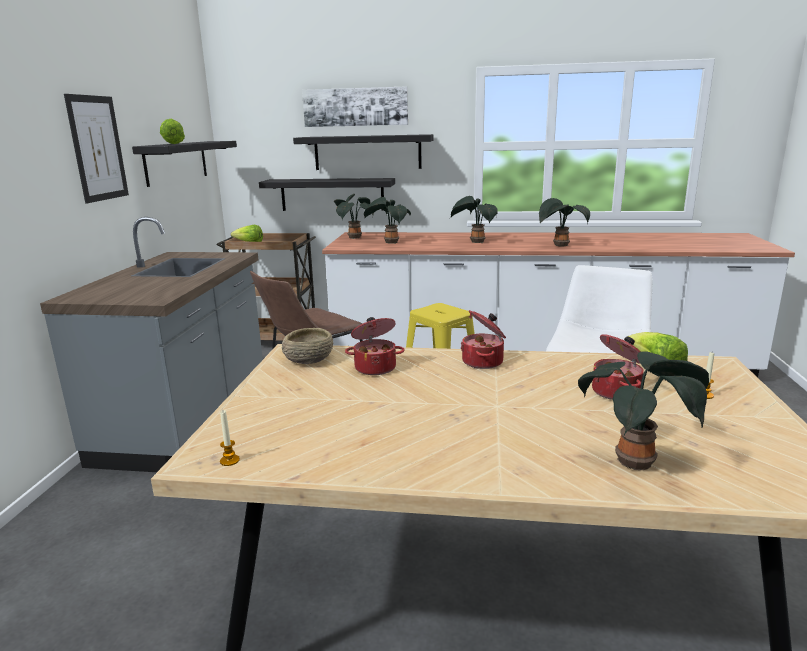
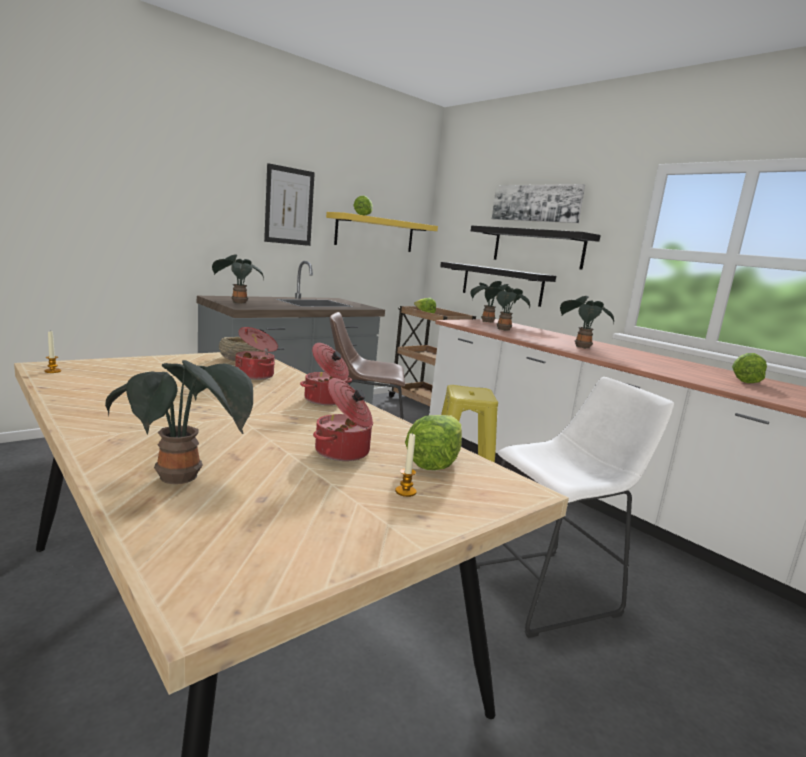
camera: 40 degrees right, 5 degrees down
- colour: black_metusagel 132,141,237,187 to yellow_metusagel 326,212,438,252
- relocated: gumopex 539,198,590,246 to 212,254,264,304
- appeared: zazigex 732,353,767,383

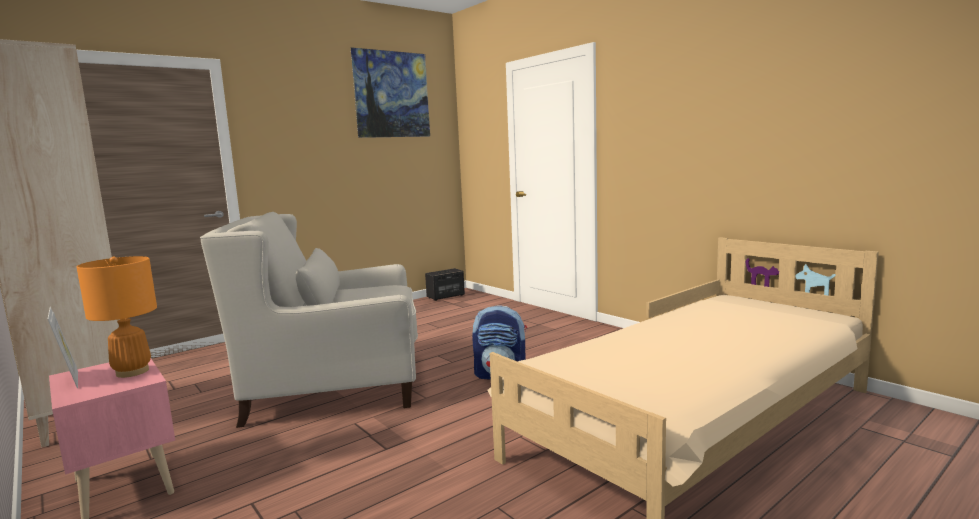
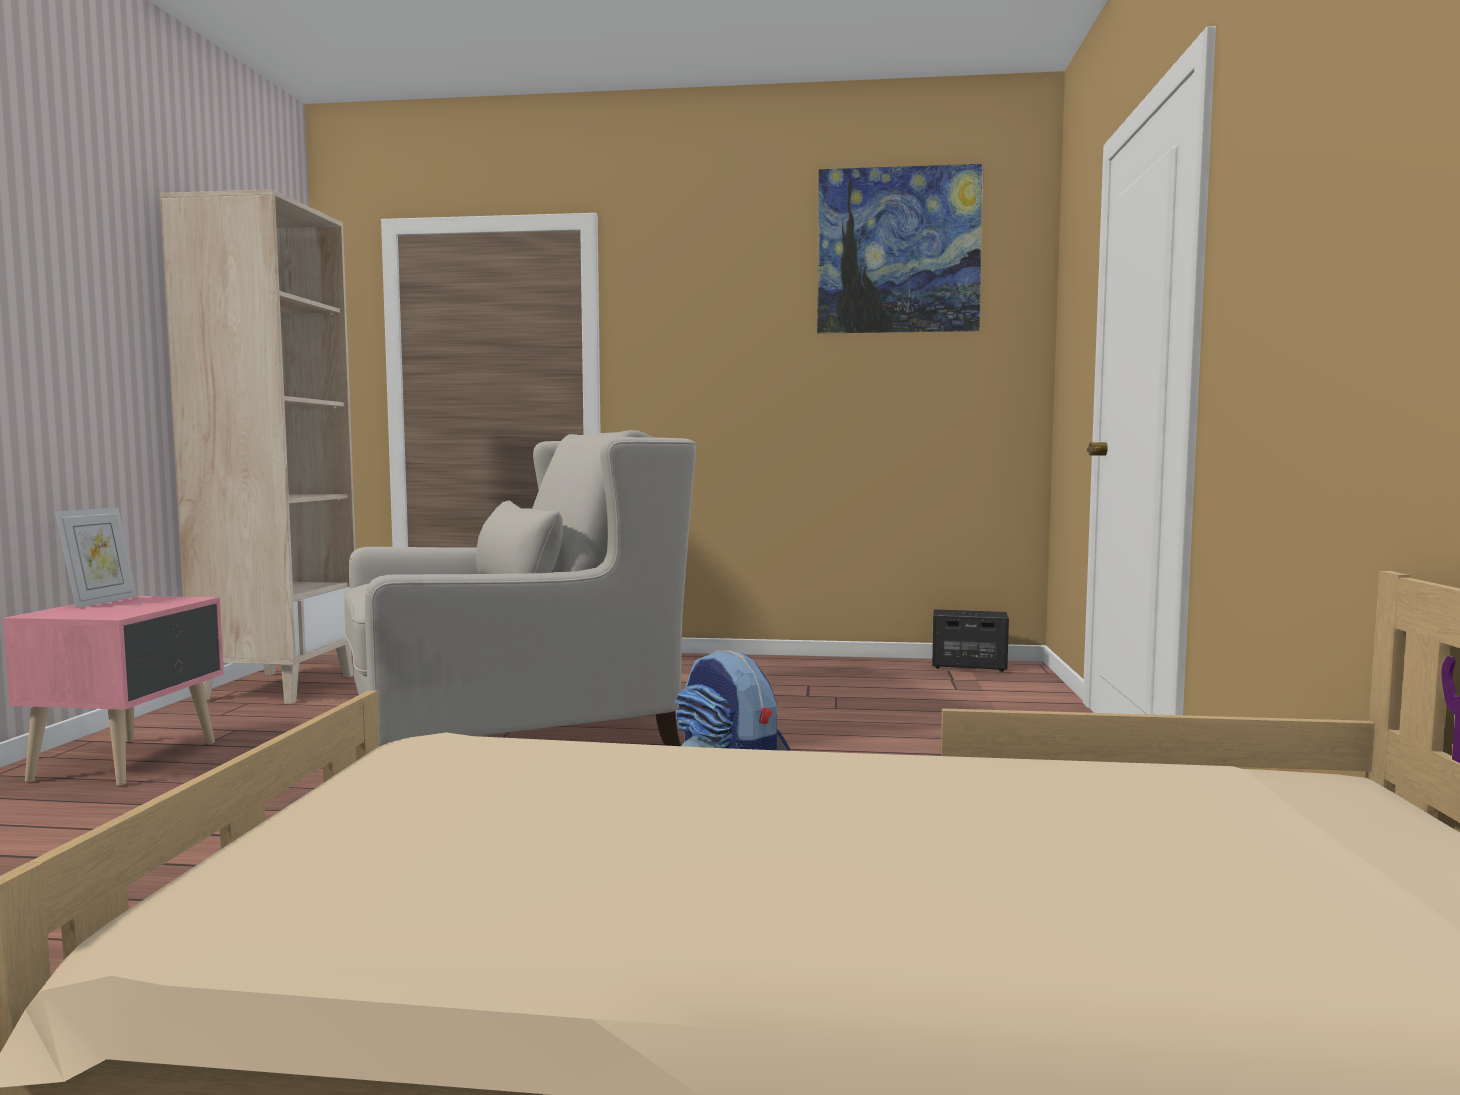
camera: 45 degrees right, 5 degrees down
- missing: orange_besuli 77,256,157,378
- spun: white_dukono 200,212,418,428 = 343,430,696,746 120 degrees clockwise

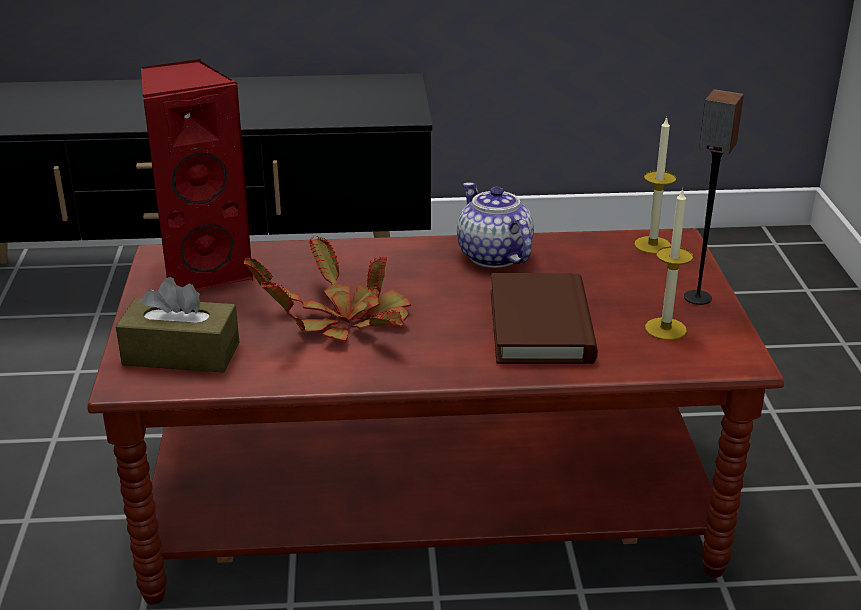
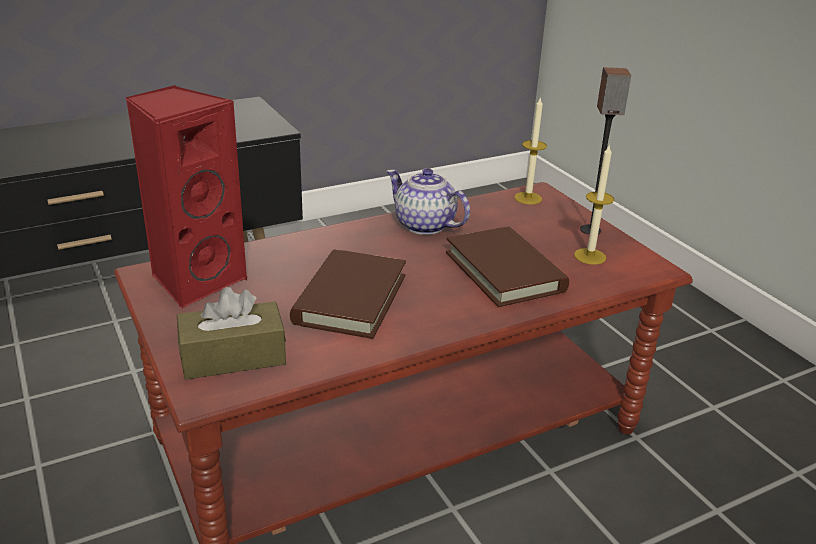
camera: 25 degrees left, 0 degrees up
- exchanged: gumopex 244,235,411,342 to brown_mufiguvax 290,250,406,339

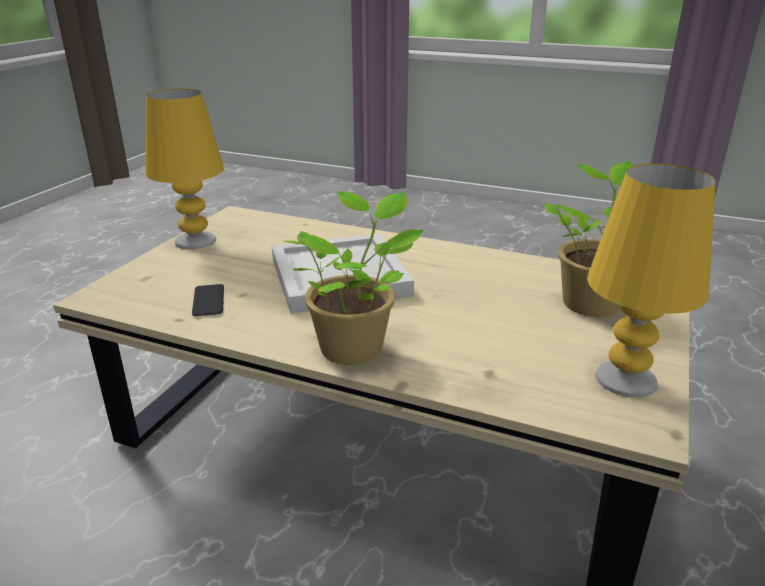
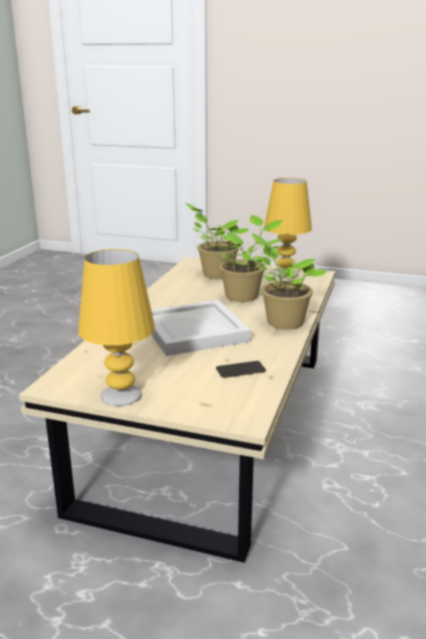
camera: 95 degrees left, 5 degrees down
- appeared: gumopex 217,215,282,302

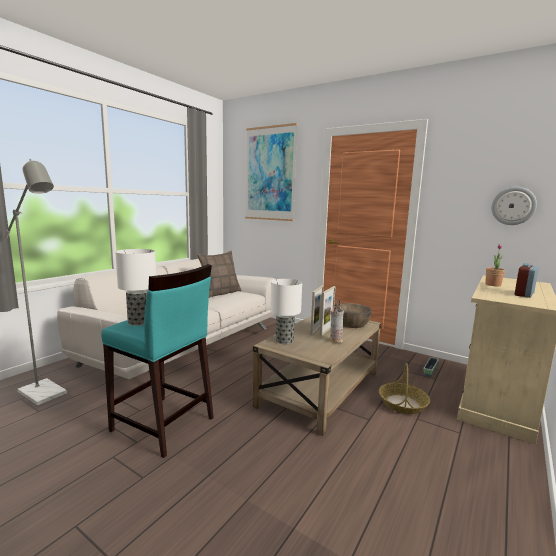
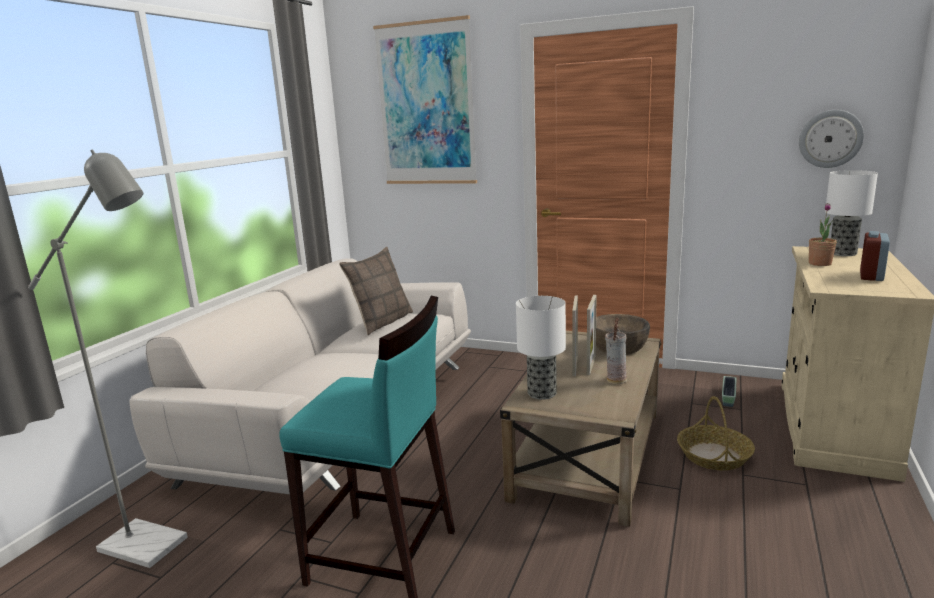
camera: 10 degrees left, 5 degrees up
- relocated: besuli 115,249,156,326 to 825,170,878,256

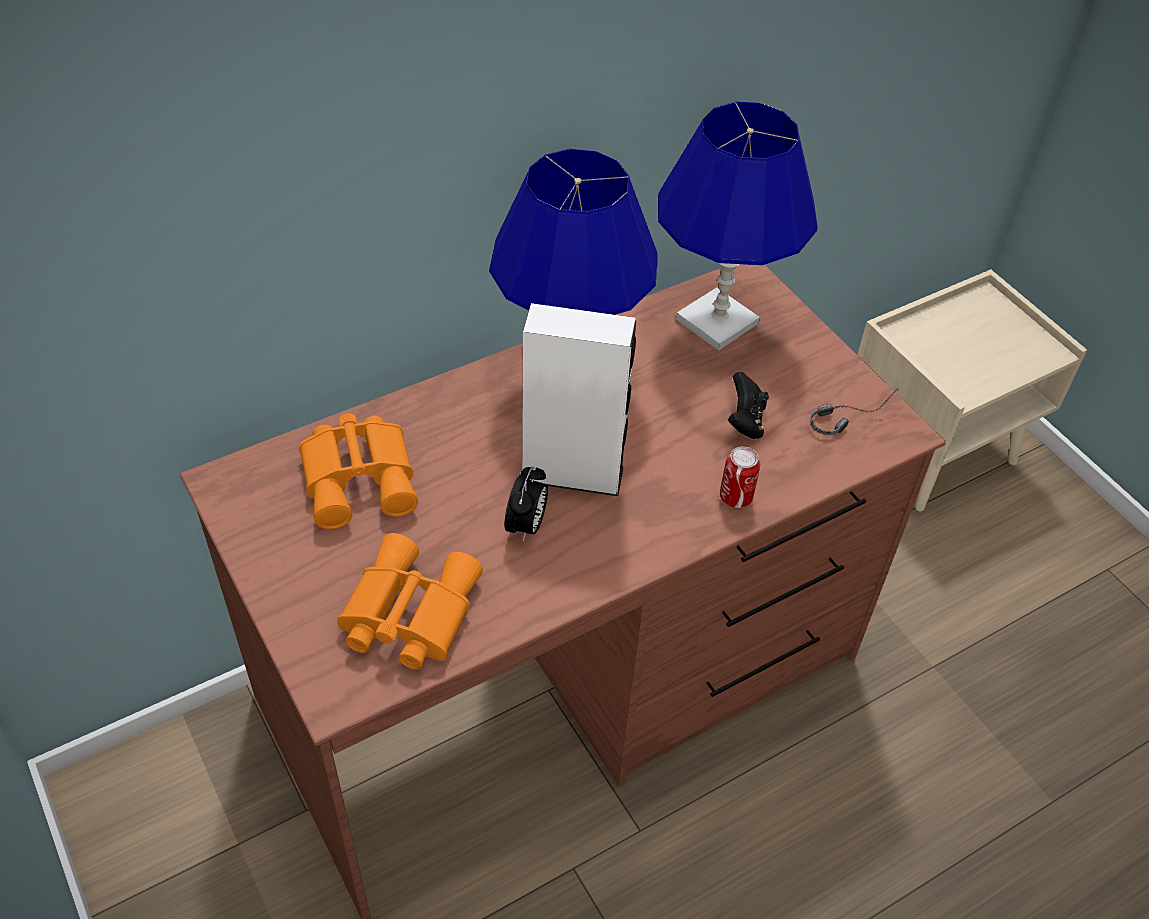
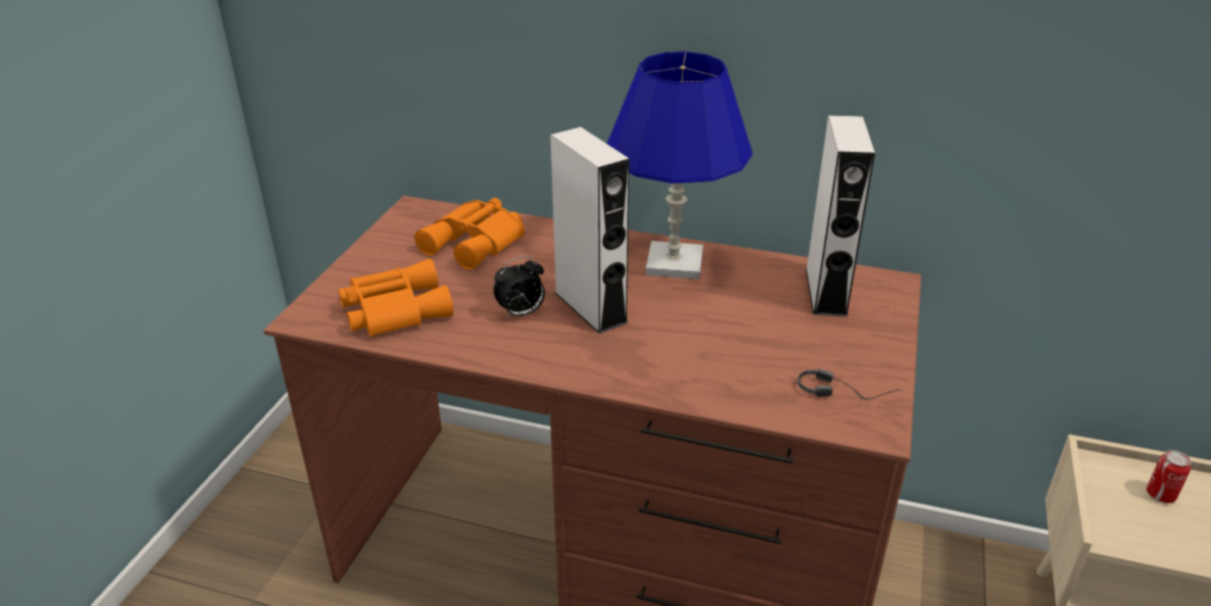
camera: 50 degrees right, 15 degrees down
- exchanged: blue_besuli 658,101,817,351 to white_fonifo 806,115,875,317
- relocated: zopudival 720,446,760,508 to 1146,450,1191,503
- missing: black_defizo 728,372,769,439

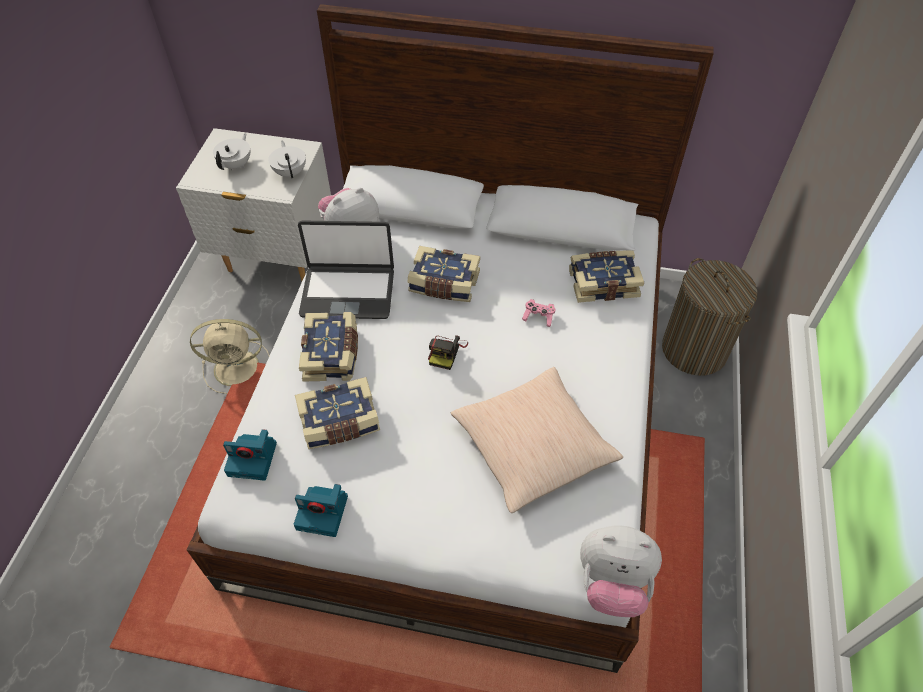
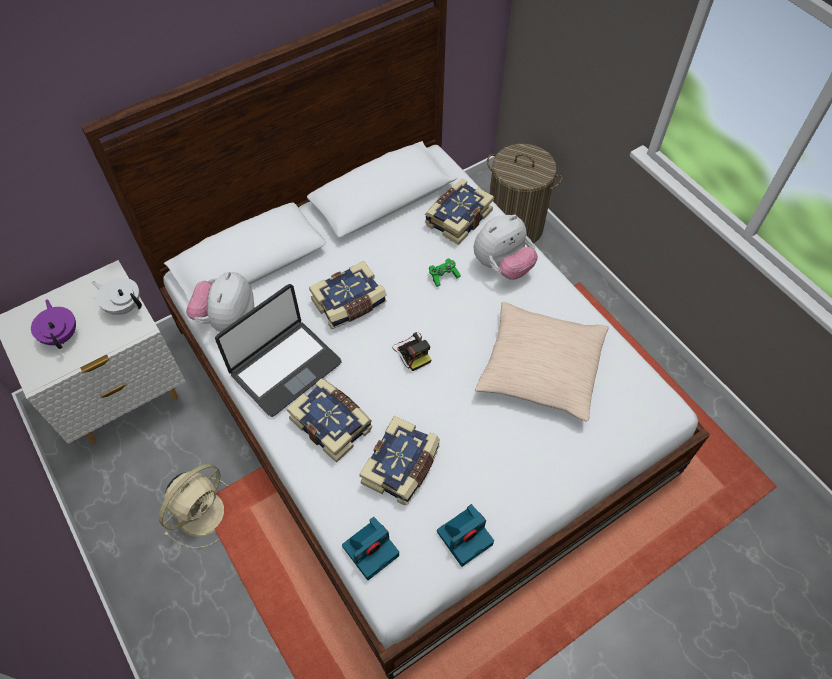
camera: 45 degrees left, 5 degrees up
- colour: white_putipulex 213,133,250,171 to purple_putipulex 31,299,76,349
- colour: pink_defizo 522,299,556,327 to green_defizo 429,259,461,287
- relocated: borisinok 580,525,662,617 to 474,214,538,280

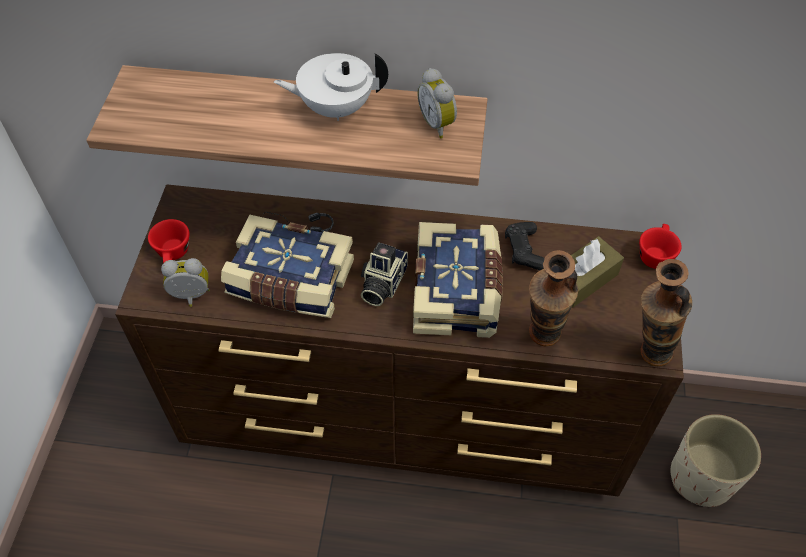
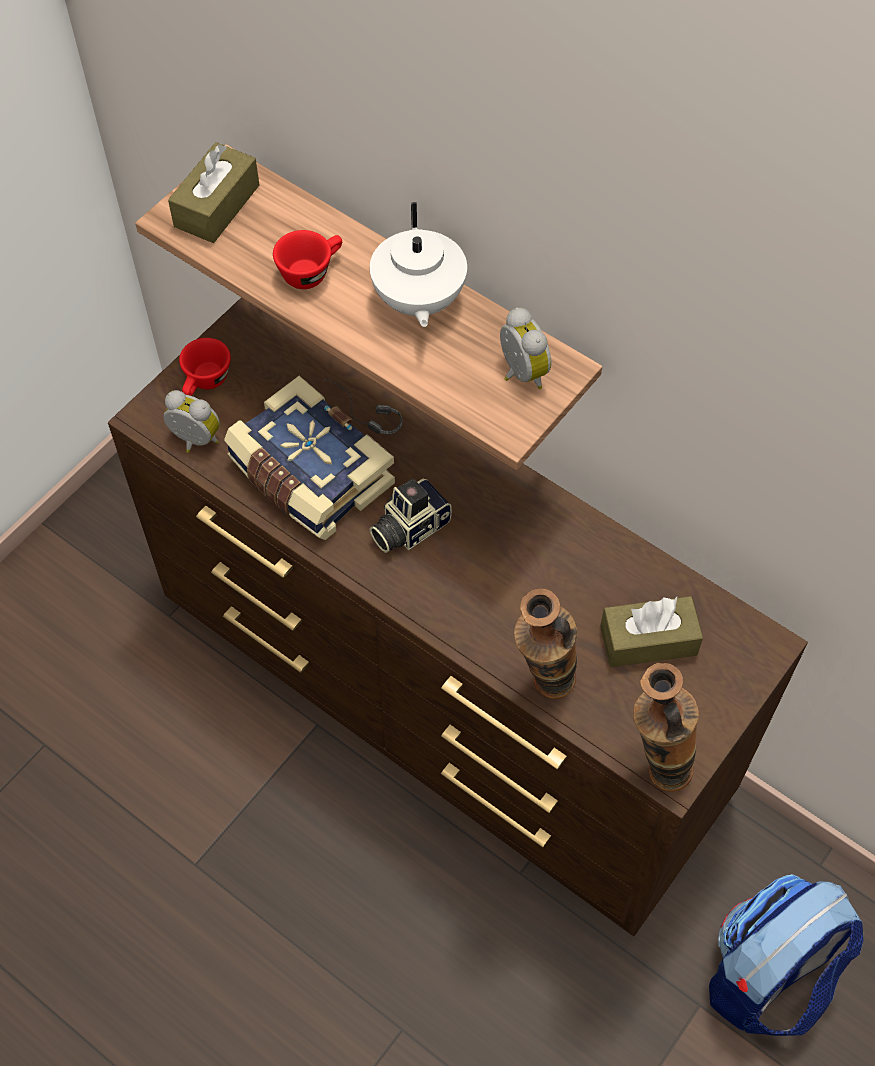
camera: 30 degrees right, 5 degrees up
- spun: white_putipulex 274,53,388,121 = 370,202,467,327 120 degrees counterclockwise
- missing: mufiguvax 413,222,503,338
- spun: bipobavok 417,68,457,139 = 500,308,551,389 150 degrees clockwise
- missing: black_defizo 505,222,545,270
- relocated: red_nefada 639,224,682,269 to 273,230,342,289
- exchanged: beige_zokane 670,414,761,507 to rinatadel 709,874,864,1036
- appeared: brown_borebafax 168,142,259,243

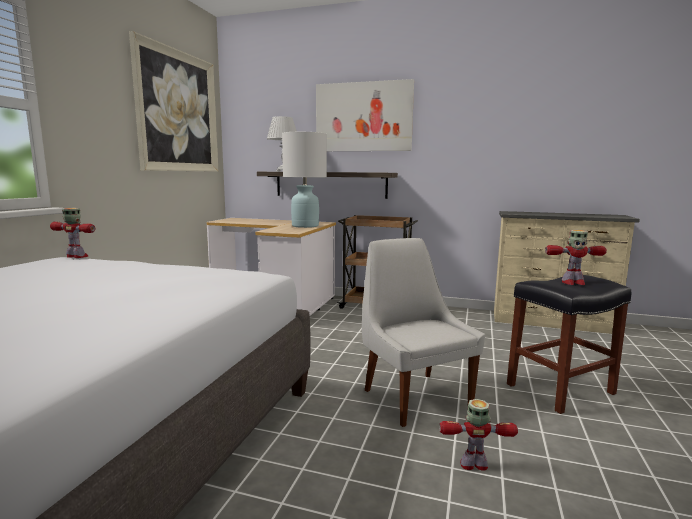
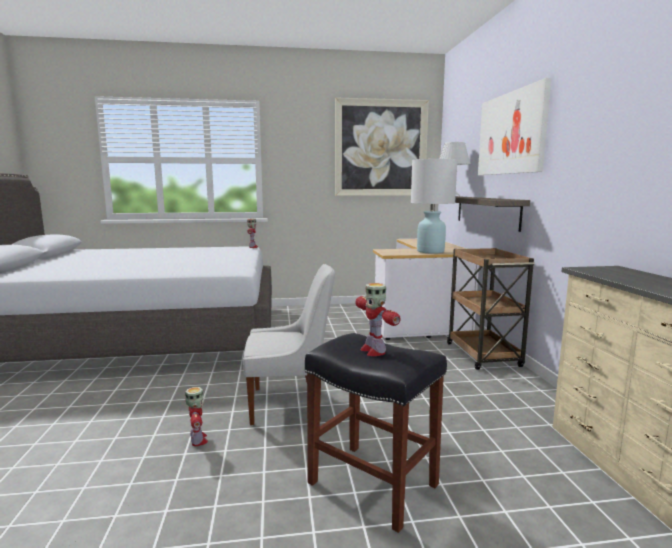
camera: 65 degrees right, 0 degrees up
- spun: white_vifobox 362,238,485,427 = 243,264,335,425 45 degrees clockwise

